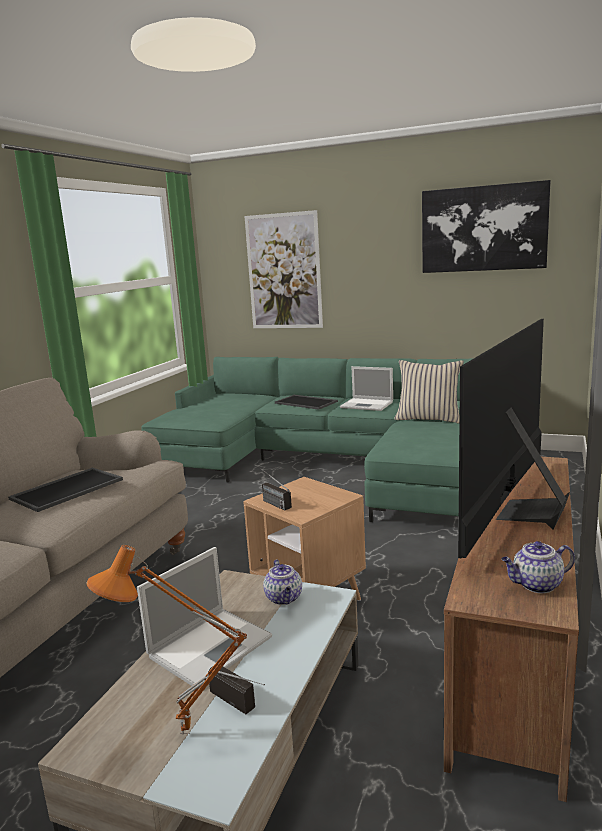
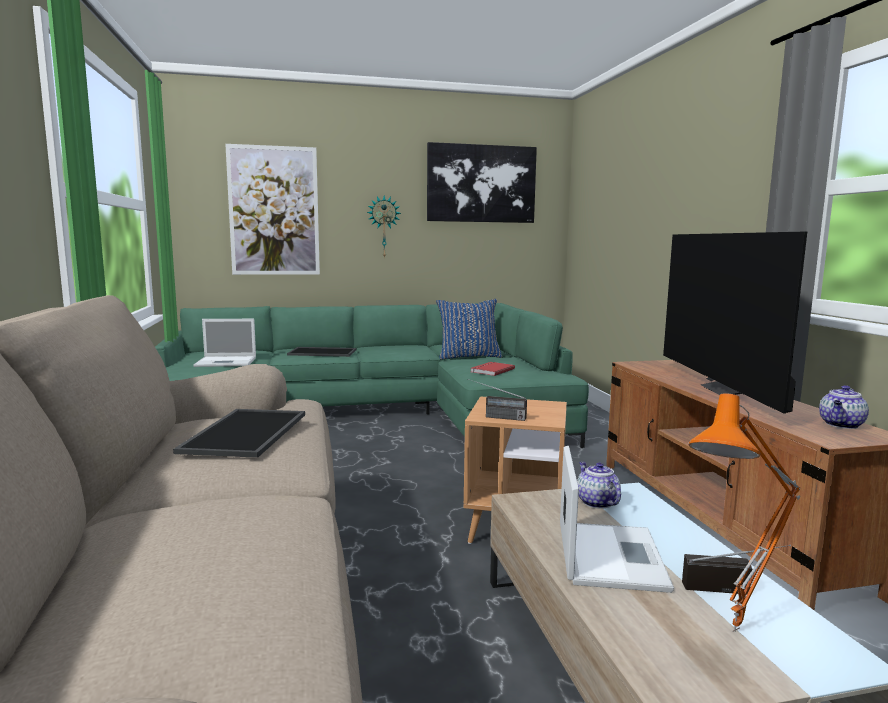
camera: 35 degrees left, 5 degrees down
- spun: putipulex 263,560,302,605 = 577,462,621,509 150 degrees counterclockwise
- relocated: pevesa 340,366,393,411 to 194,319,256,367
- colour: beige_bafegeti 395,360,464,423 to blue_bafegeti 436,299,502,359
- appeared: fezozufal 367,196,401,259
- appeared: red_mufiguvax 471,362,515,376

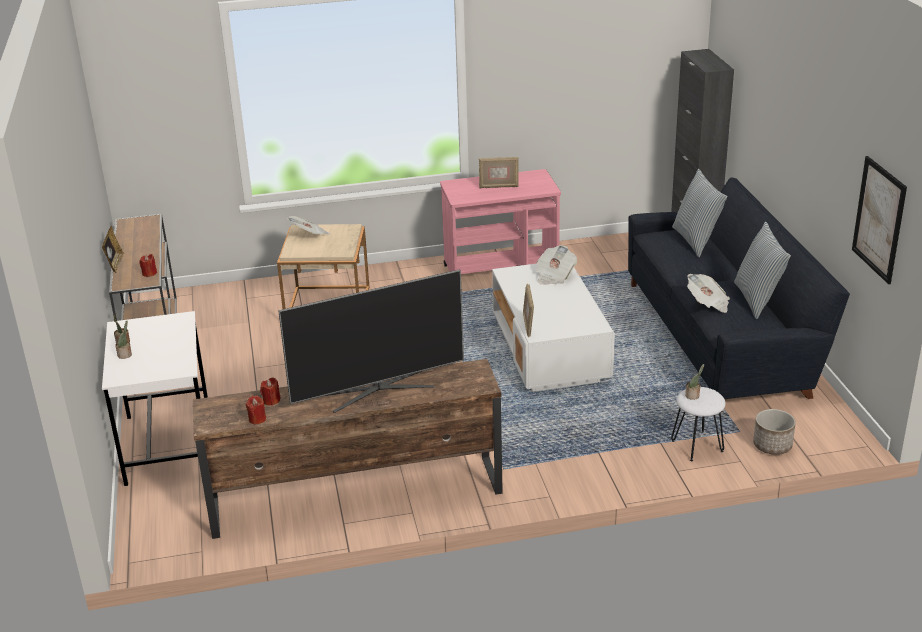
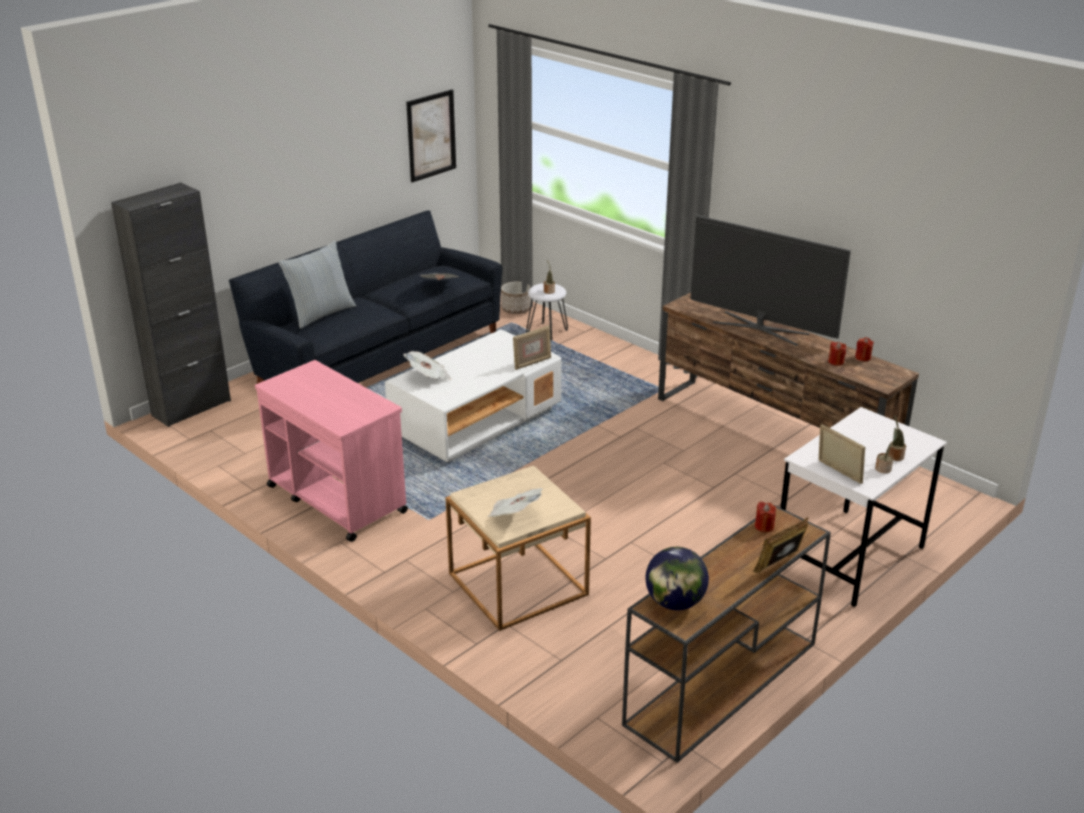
camera: 125 degrees left, 0 degrees up
- relocated: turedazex 479,157,519,188 to 819,424,865,483
- missing: bafegeti 734,222,791,319
- appeared: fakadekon 645,547,709,610

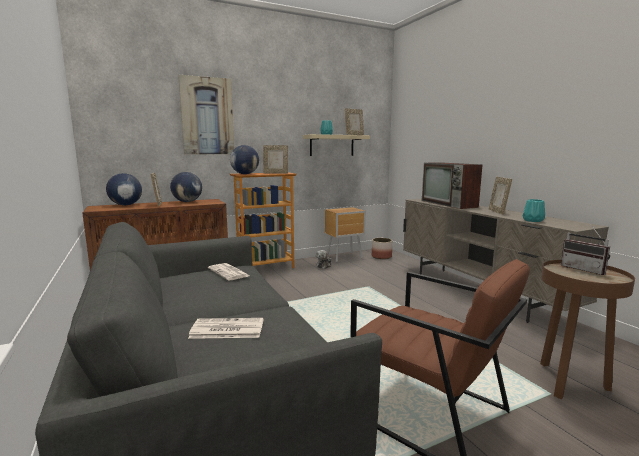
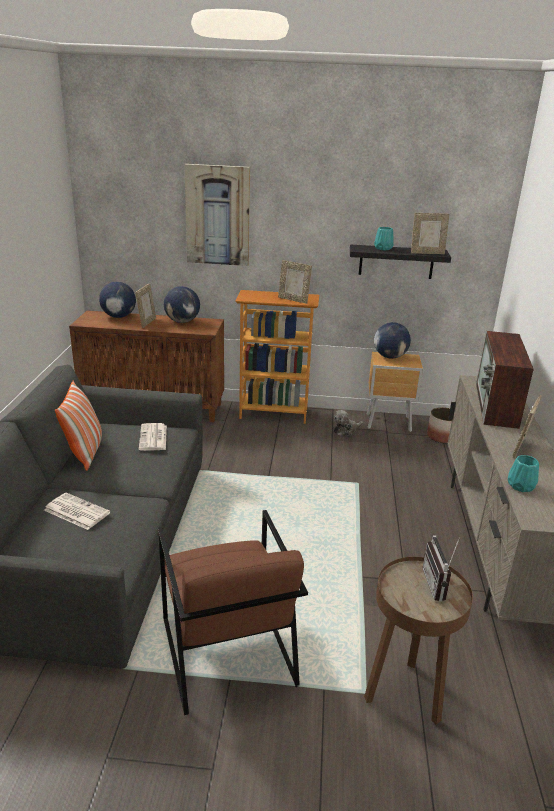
camera: 30 degrees right, 15 degrees up
- relocated: fakadekon 230,145,259,174 to 374,322,411,359
- colour: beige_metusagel 303,134,370,156 to black_metusagel 350,244,451,279
- appeared: bafegeti 55,381,102,471

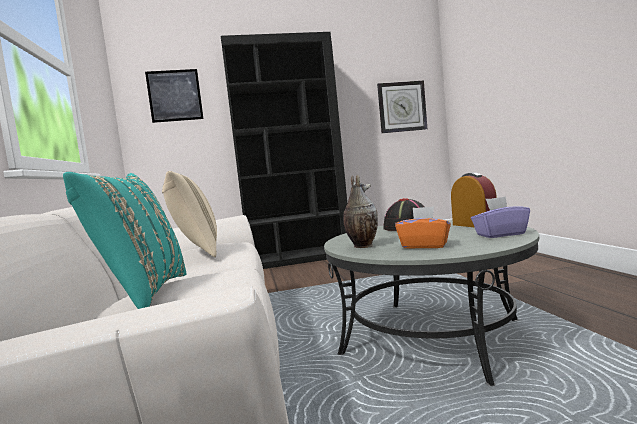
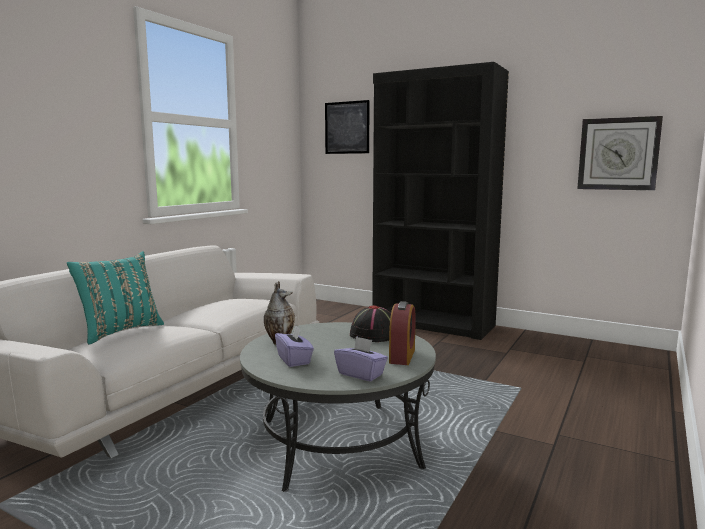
camera: 40 degrees right, 5 degrees up
- missing: beige_bafegeti 162,171,217,257
- colour: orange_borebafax 395,206,451,249 to purple_borebafax 275,326,314,367

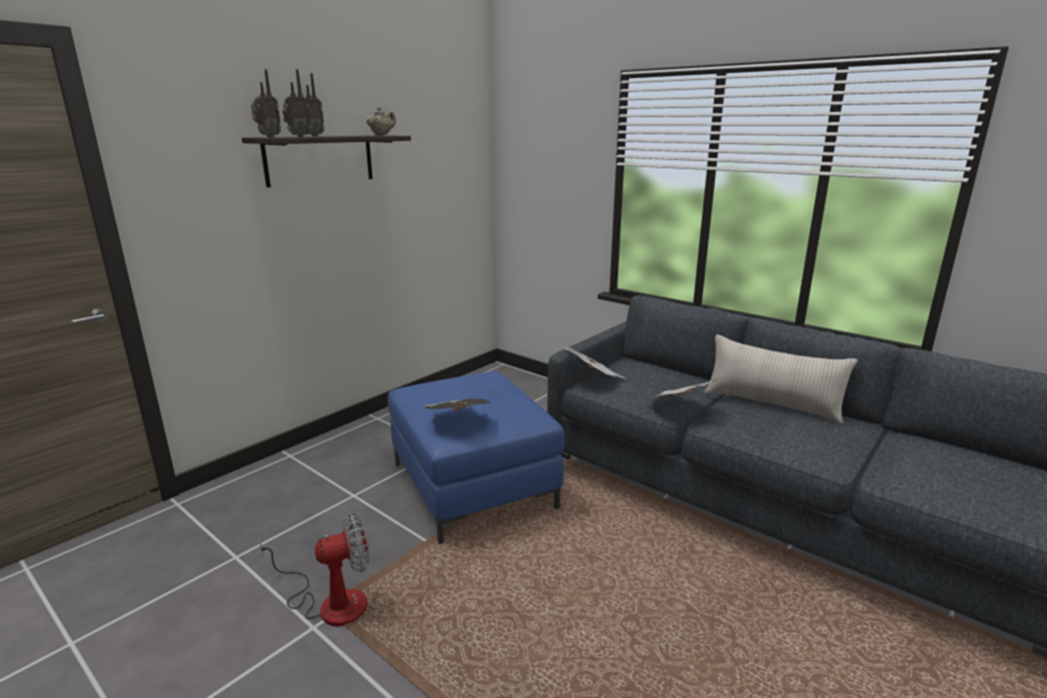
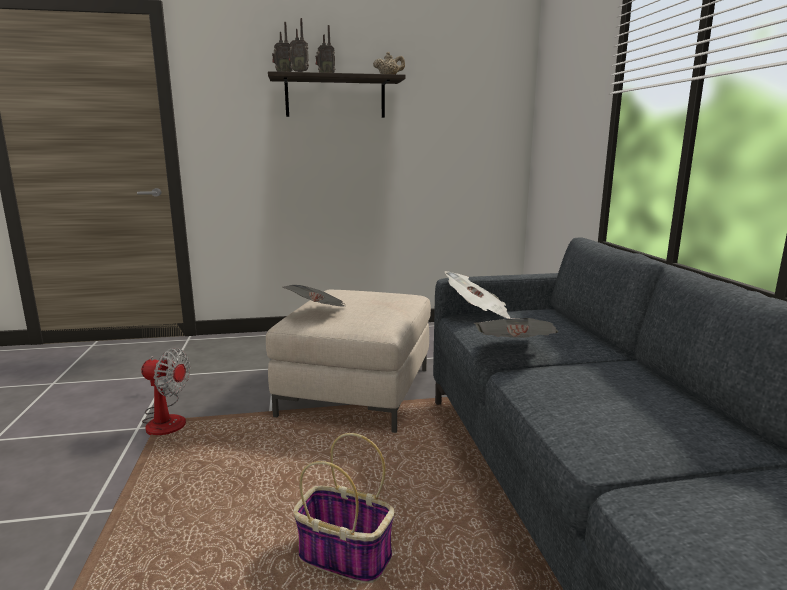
camera: 40 degrees right, 5 degrees down
- colour: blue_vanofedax 388,371,565,544 to beige_vanofedax 266,290,431,433
- missing: beige_bafegeti 704,335,858,424
- appeared: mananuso 294,433,394,583

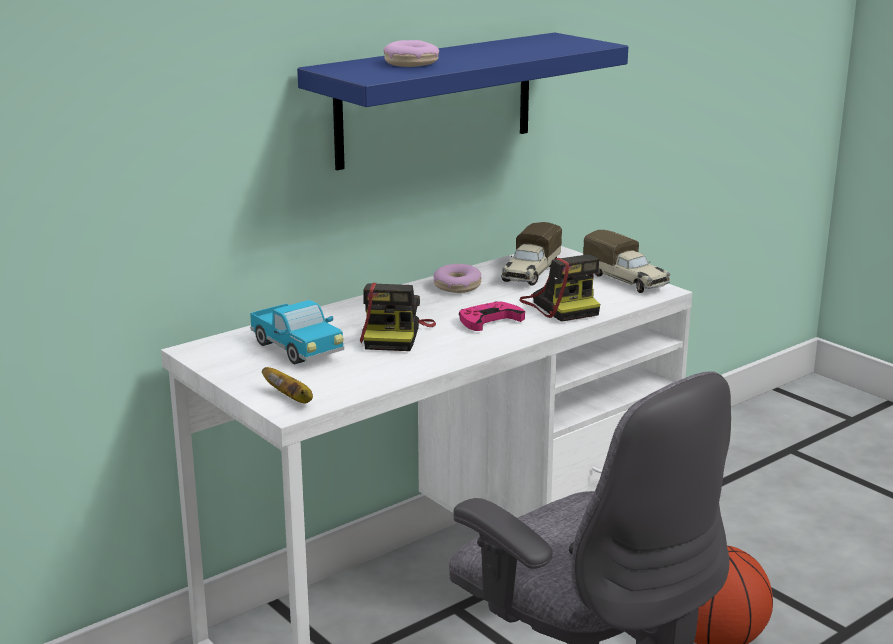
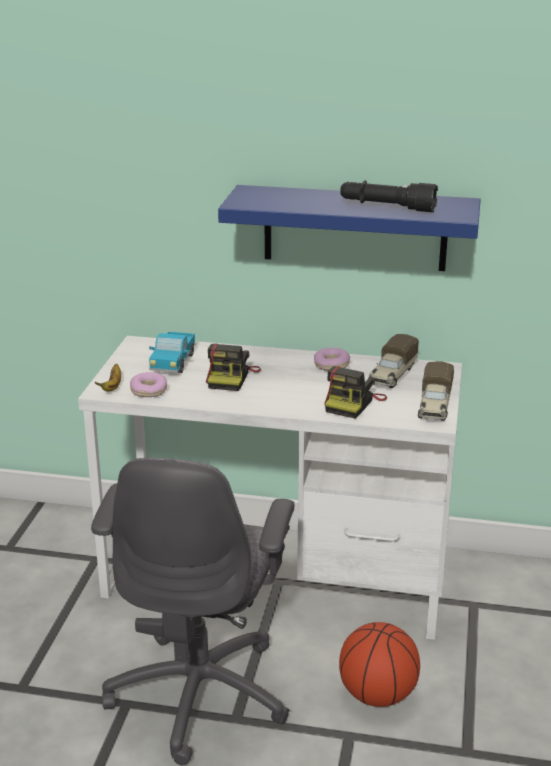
camera: 50 degrees right, 5 degrees up
- spun: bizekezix 360,283,436,351 = 206,343,261,391 45 degrees counterclockwise
- relocated: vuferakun 383,40,439,67 to 130,372,167,397
- missing: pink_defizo 459,301,525,331
- spun: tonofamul 501,222,562,286 = 369,334,419,388 45 degrees counterclockwise
- appeared: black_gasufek 340,180,438,212

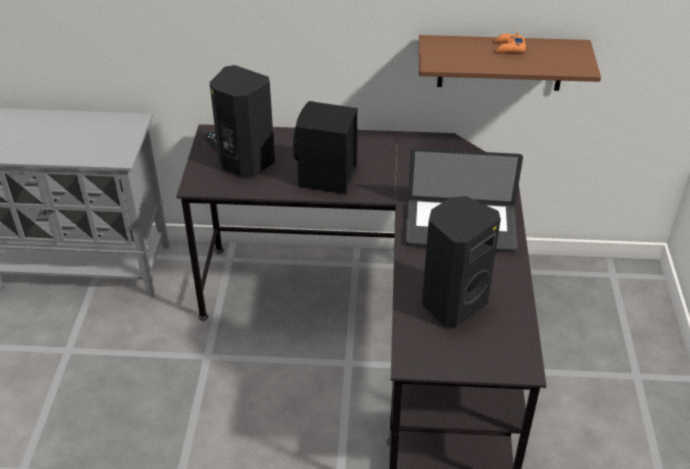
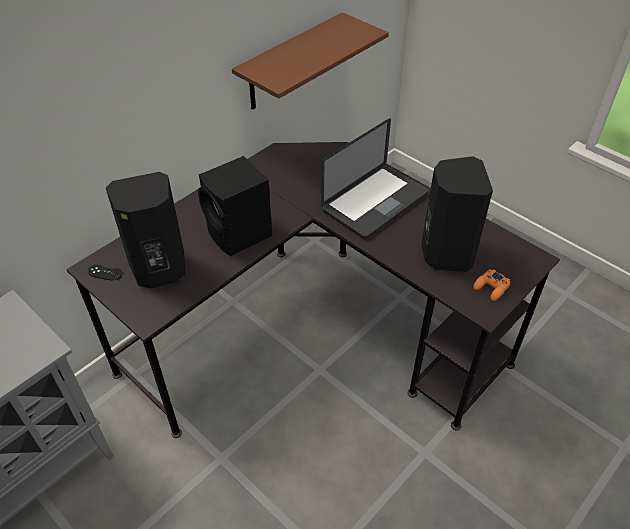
camera: 50 degrees left, 5 degrees up
- relocated: orange_defizo 495,32,526,54 to 473,269,510,301

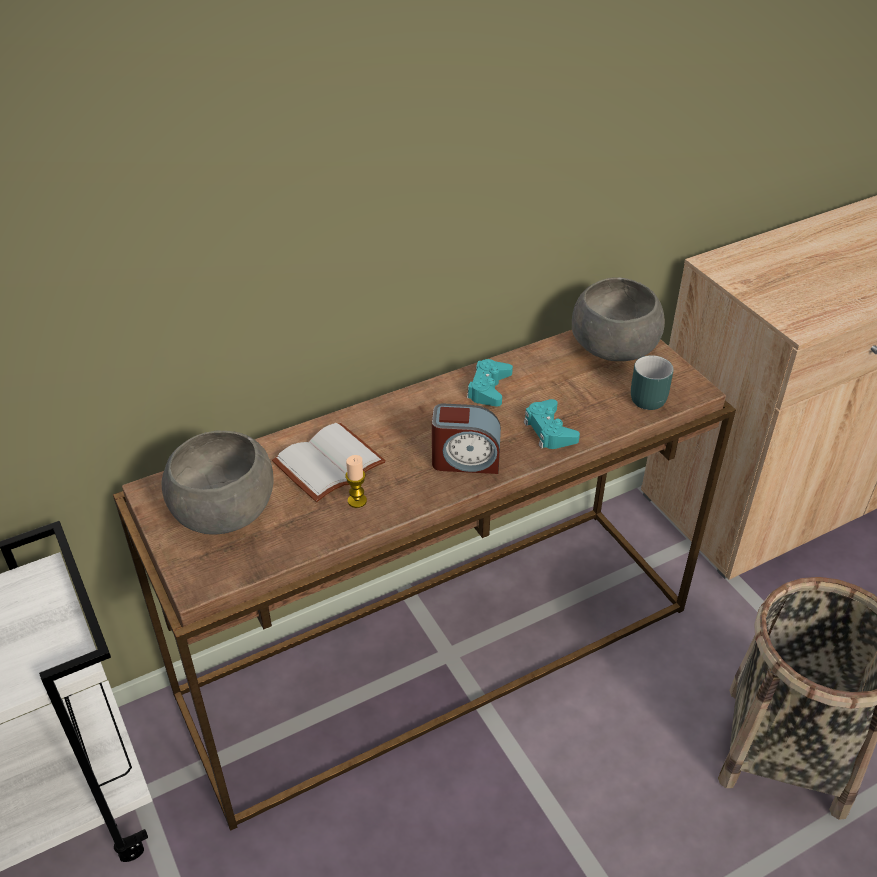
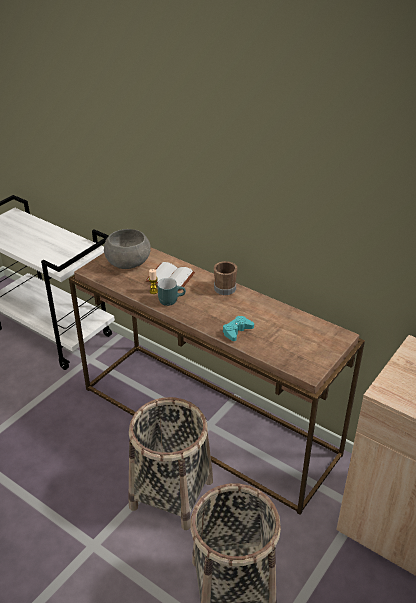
camera: 65 degrees right, 5 degrees down
- missing: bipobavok 432,404,501,474
- missing: turquoise_defizo 467,359,513,407
- missing: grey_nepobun 572,277,665,361
- relocated: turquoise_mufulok 631,355,673,410 to 157,278,186,306
- appeared: mananuso 129,397,213,530
- appeared: brown_mufulok 214,261,237,295

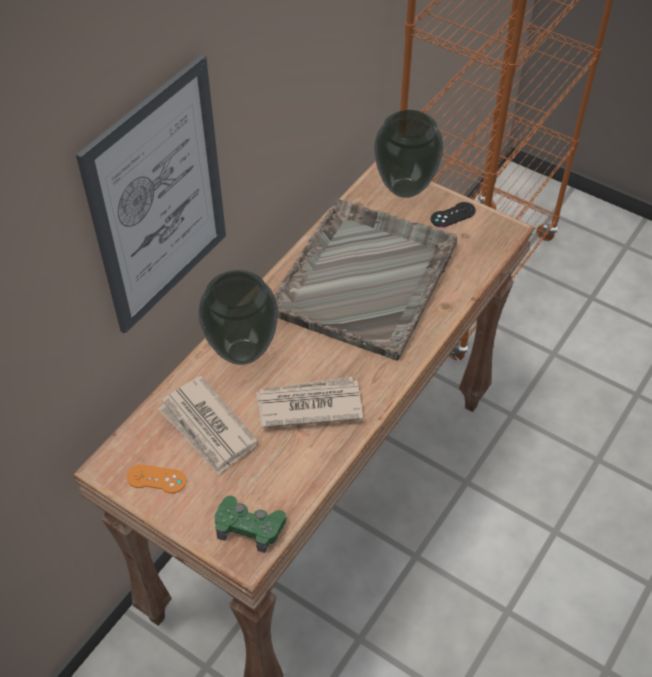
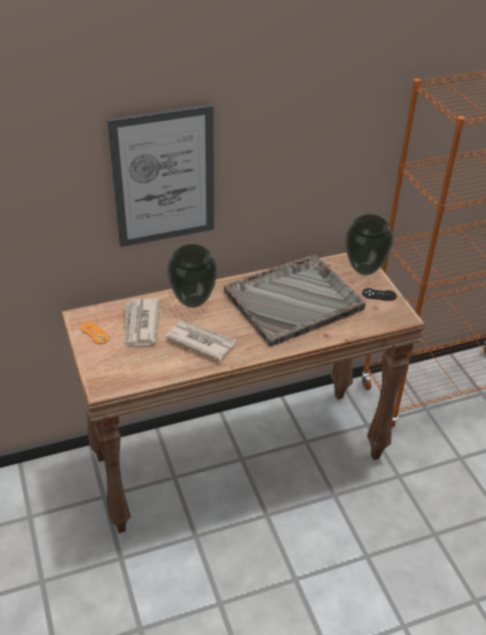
camera: 35 degrees right, 10 degrees down
- missing: green_defizo 215,496,286,553

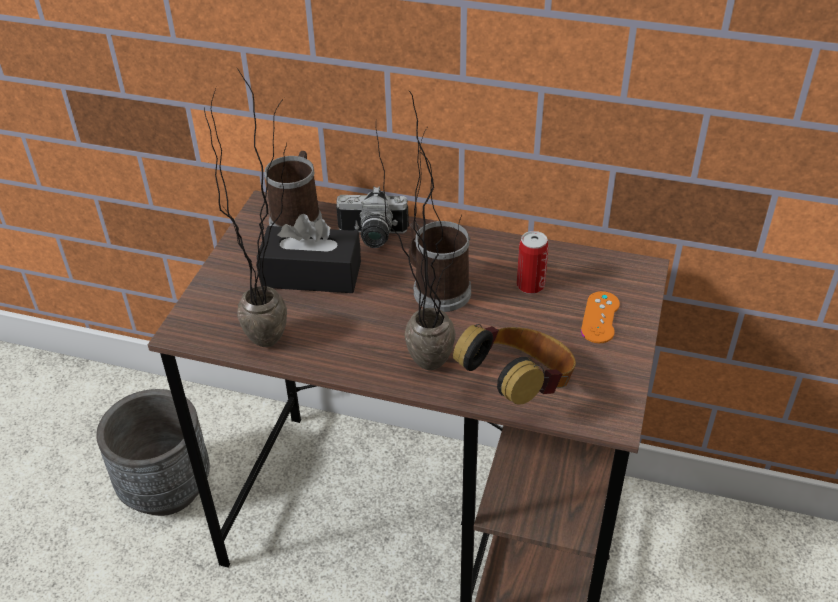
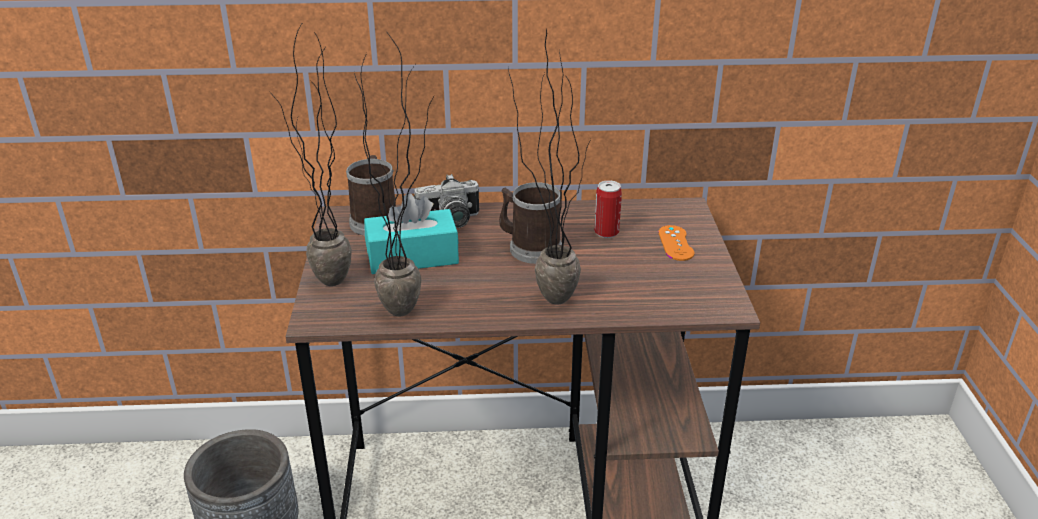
camera: 20 degrees left, 10 degrees down
- colour: black_borebafax 257,214,361,293 to turquoise_borebafax 364,193,459,274
- missing: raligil 453,324,576,405
- appeared: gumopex 269,24,352,286

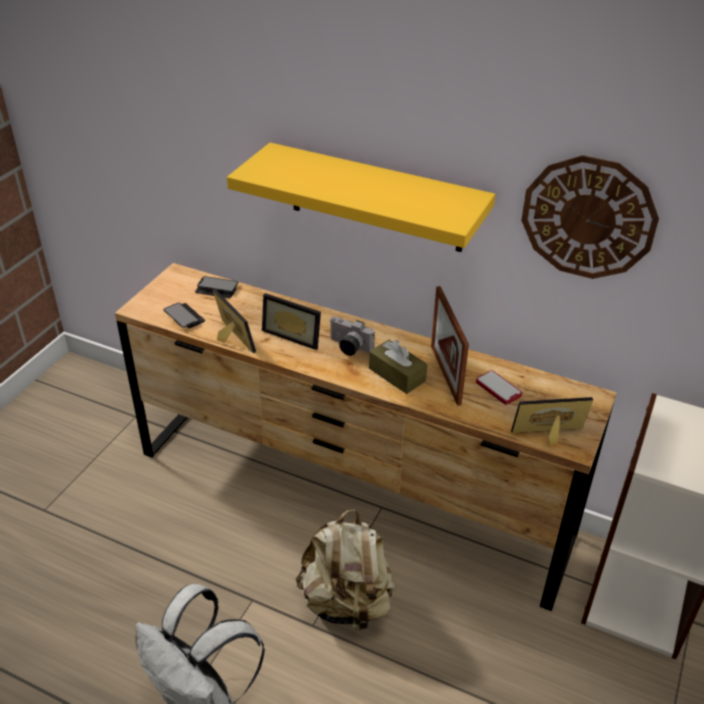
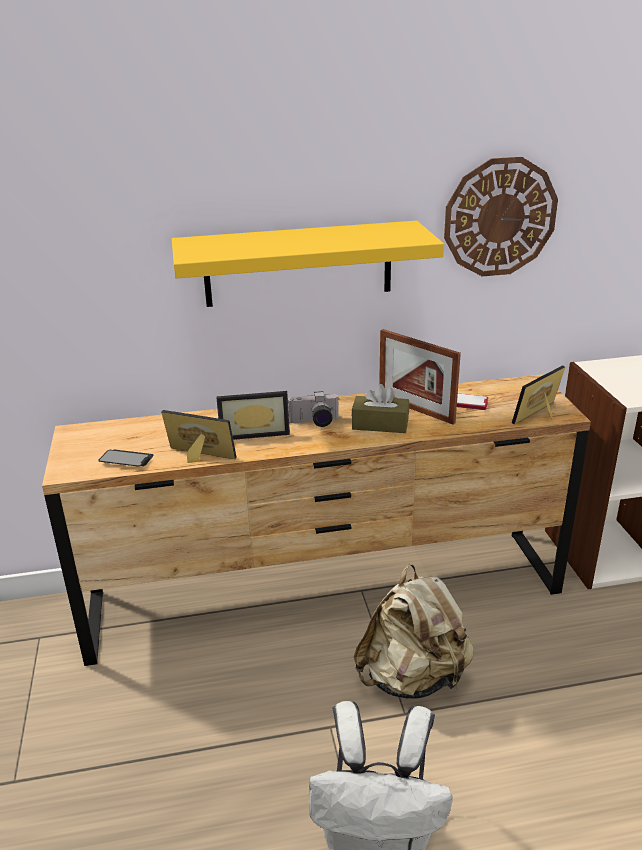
camera: 35 degrees left, 10 degrees down
- missing: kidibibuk 195,276,238,298

